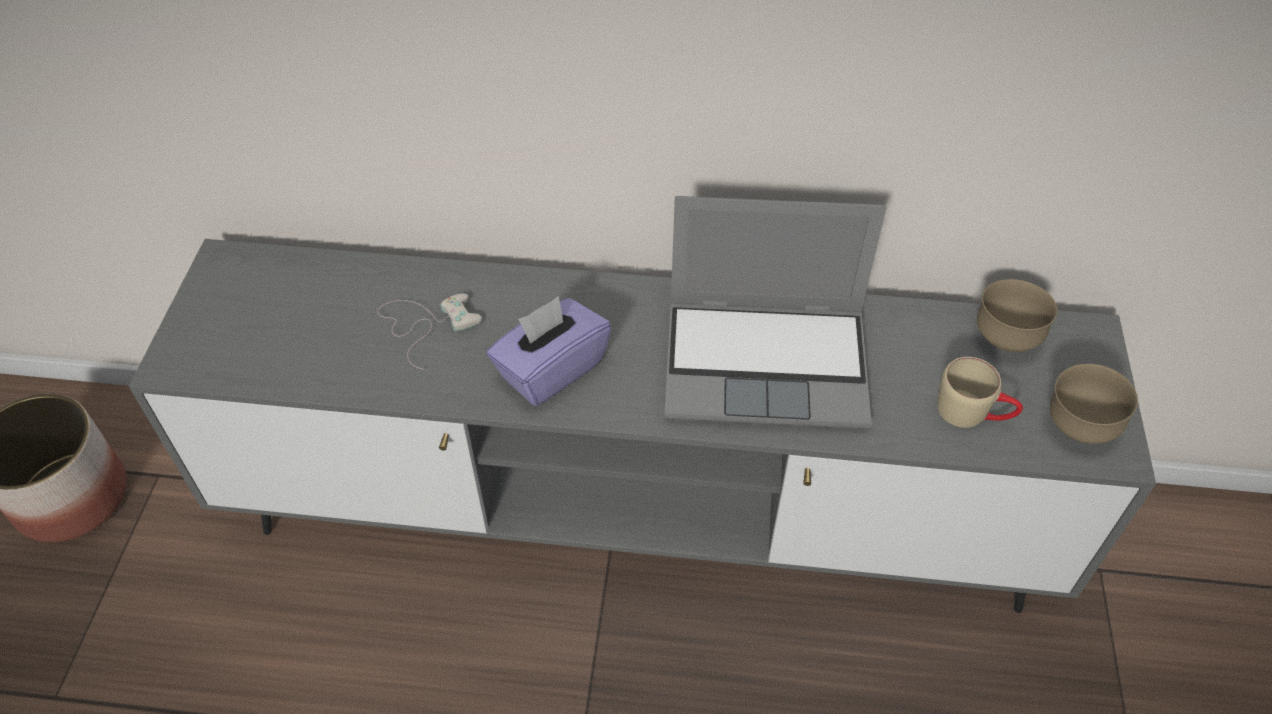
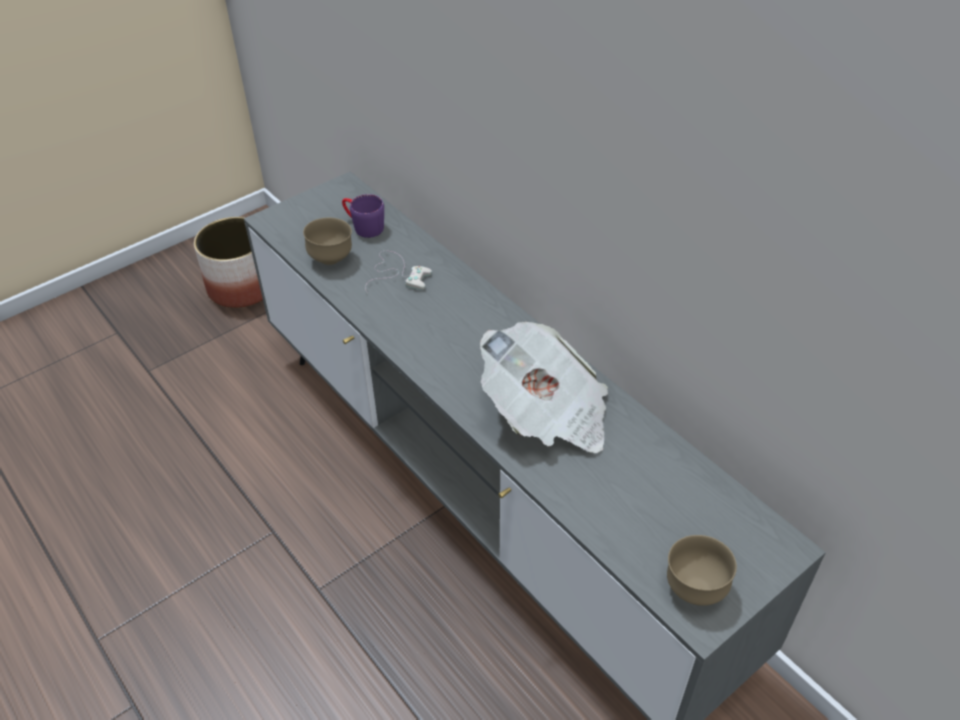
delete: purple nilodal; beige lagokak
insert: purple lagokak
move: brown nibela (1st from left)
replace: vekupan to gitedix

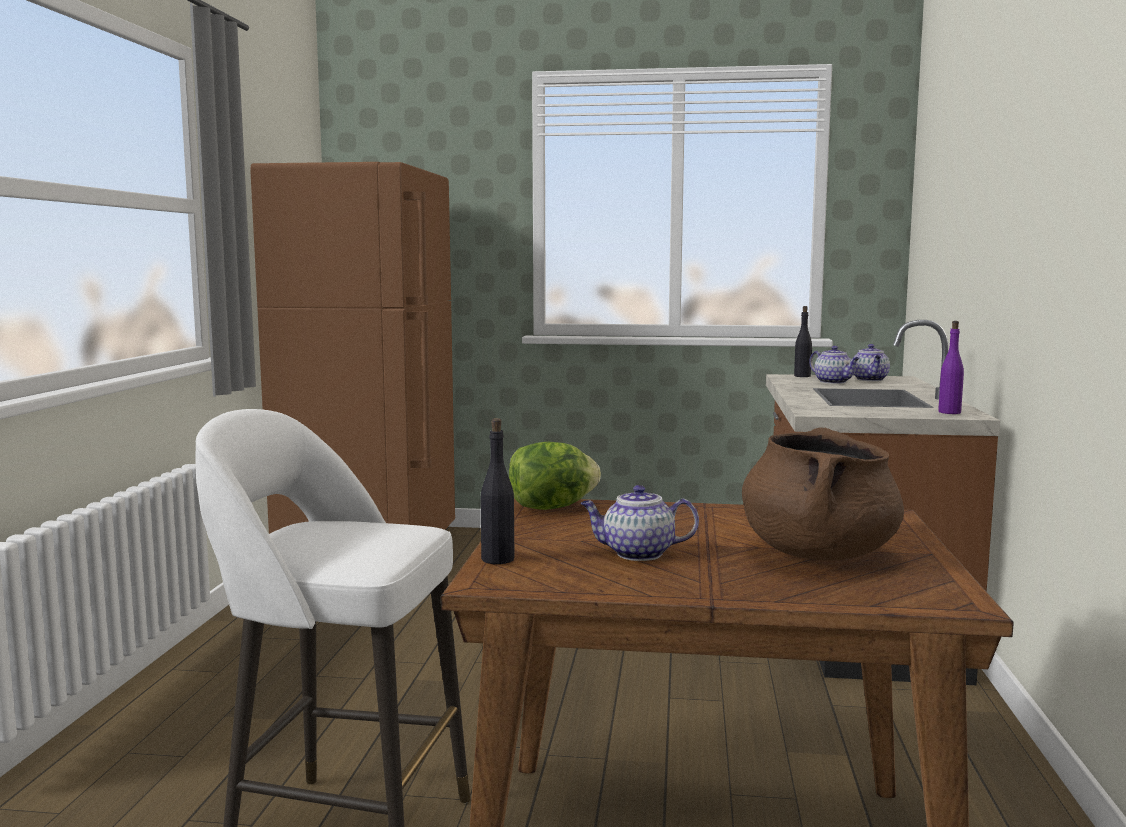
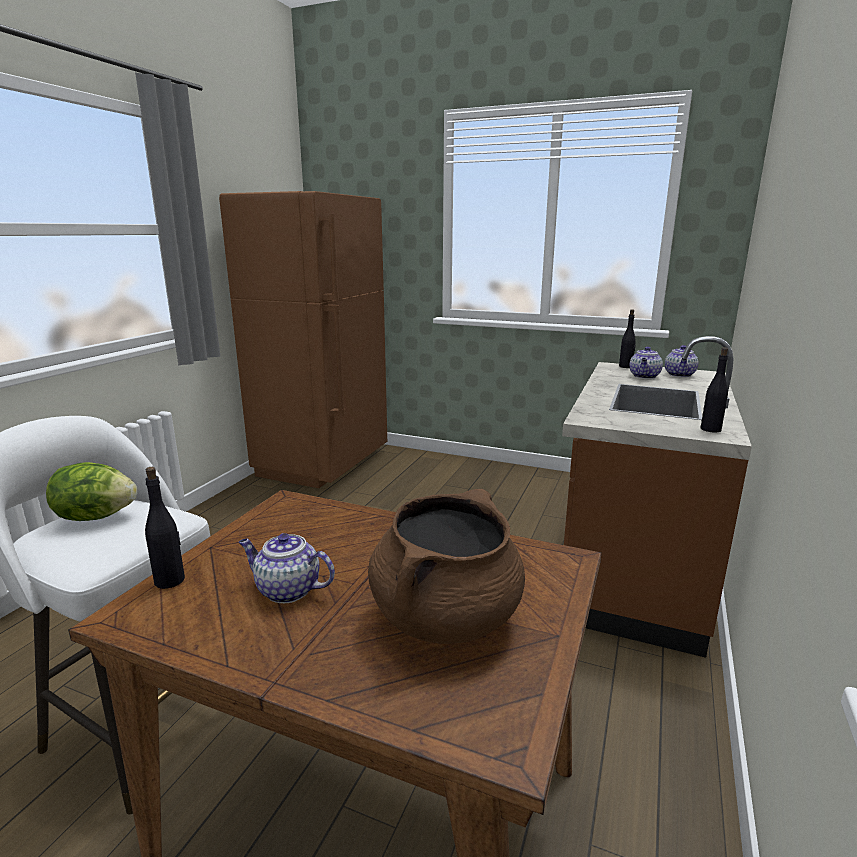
move: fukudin
recolor: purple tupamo to black tupamo (3rd from left)
rotate: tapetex (2nd from left) 45 degrees clockwise

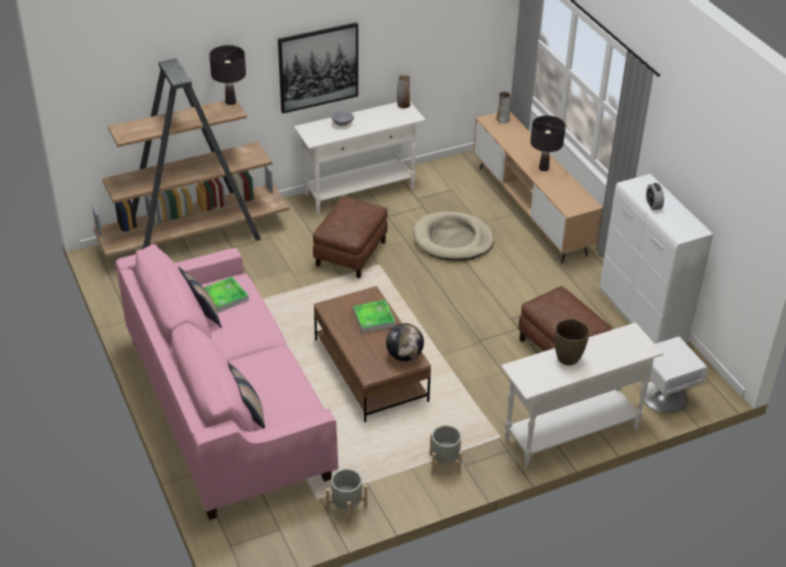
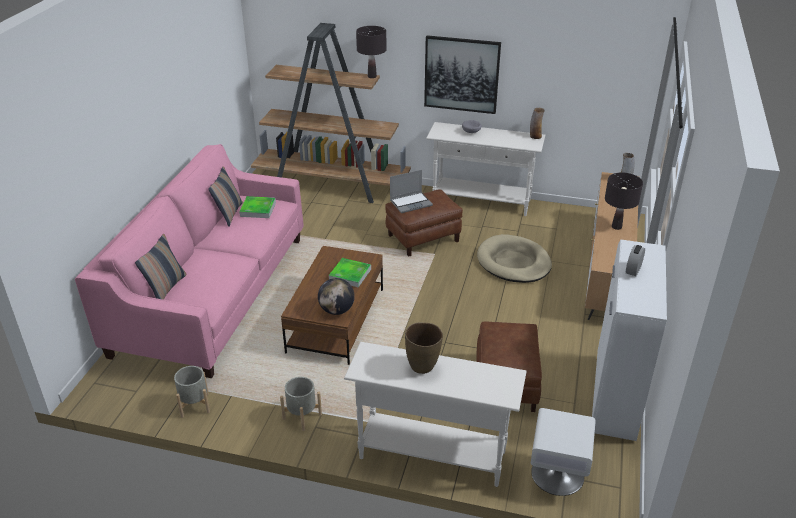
insert: vekupan

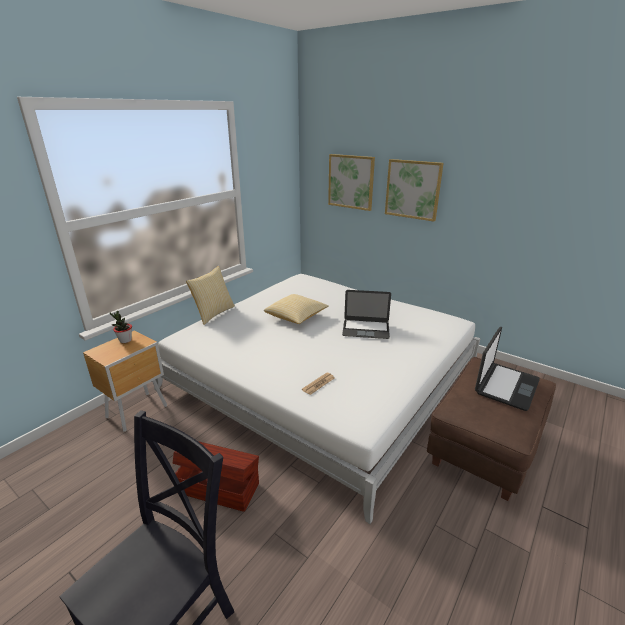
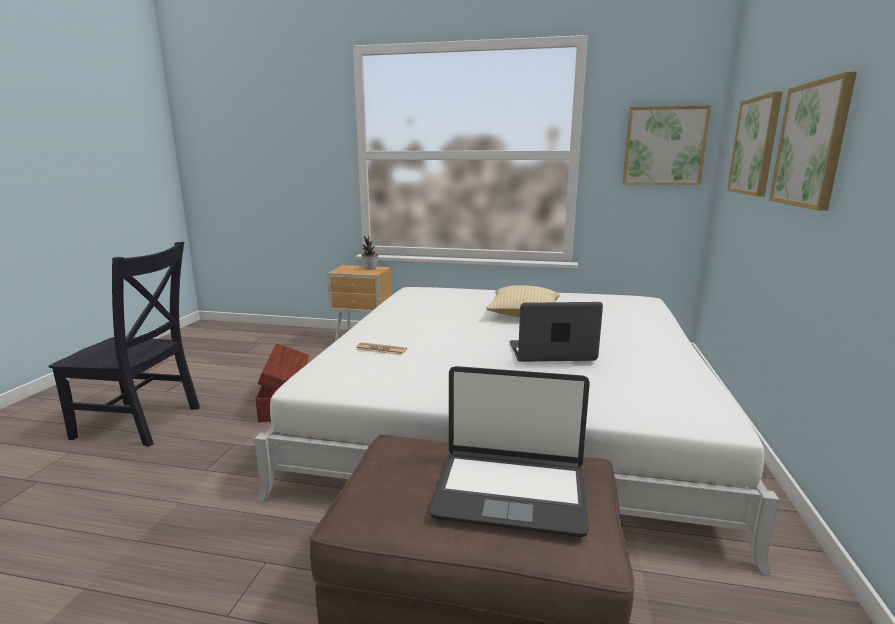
delete: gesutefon (1st from left)
insert: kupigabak (1st from left)
rotate: vekupan (1st from left in the first image) 105 degrees clockwise

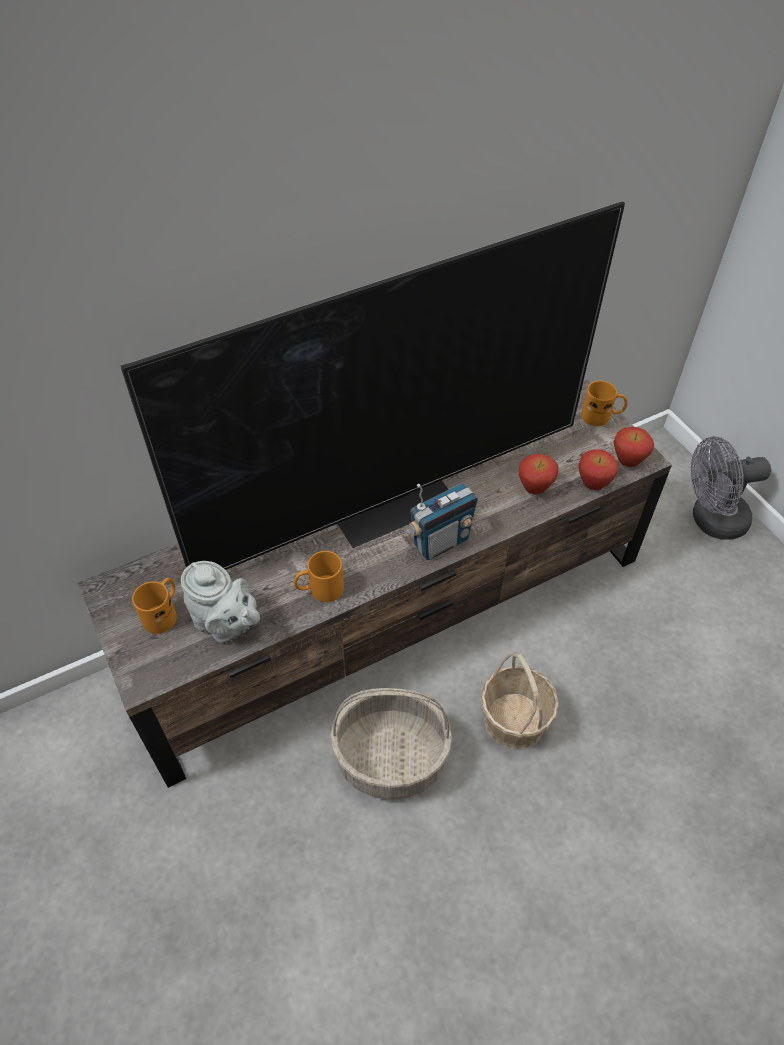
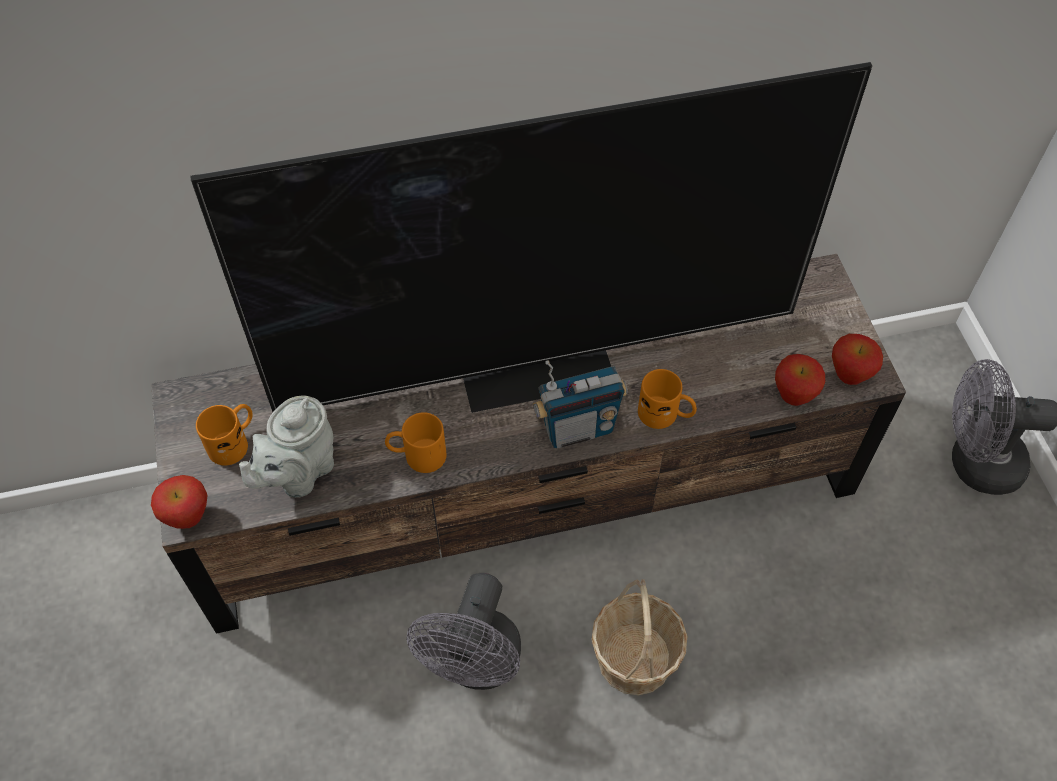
move: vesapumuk (1st from left); orange lagokak (3rd from left)
replace: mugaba (1st from left) to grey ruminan (1st from left)
rotate: grey tapetex 75 degrees clockwise

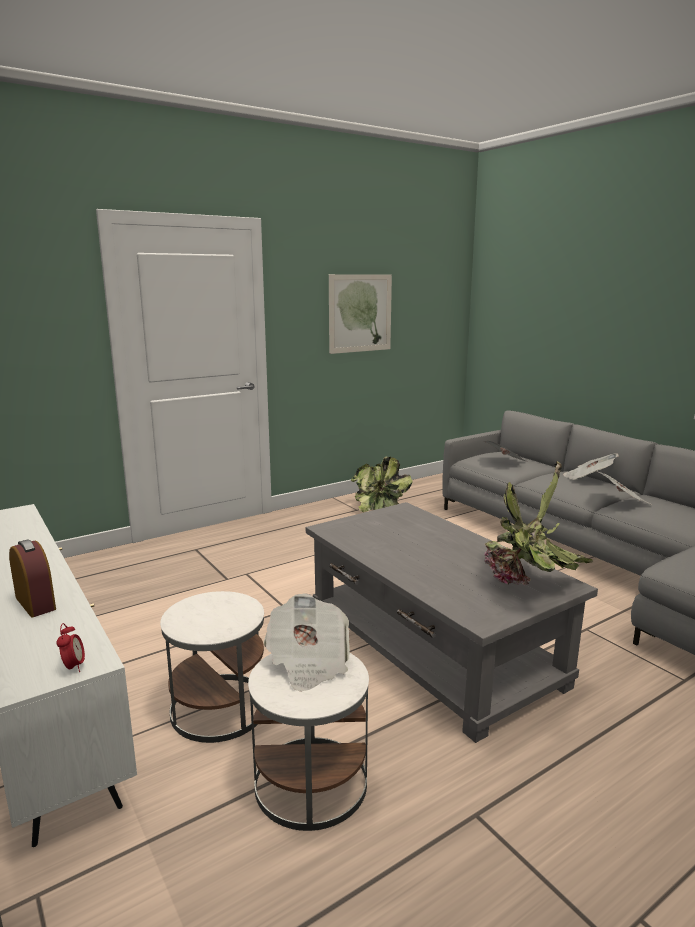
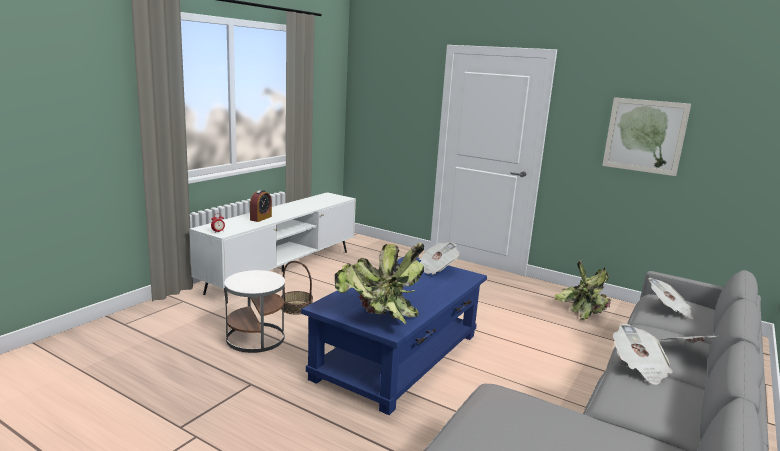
move: gitedix (1st from left)
replace: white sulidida (1st from left) to mugaba
recolor: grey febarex to blue febarex

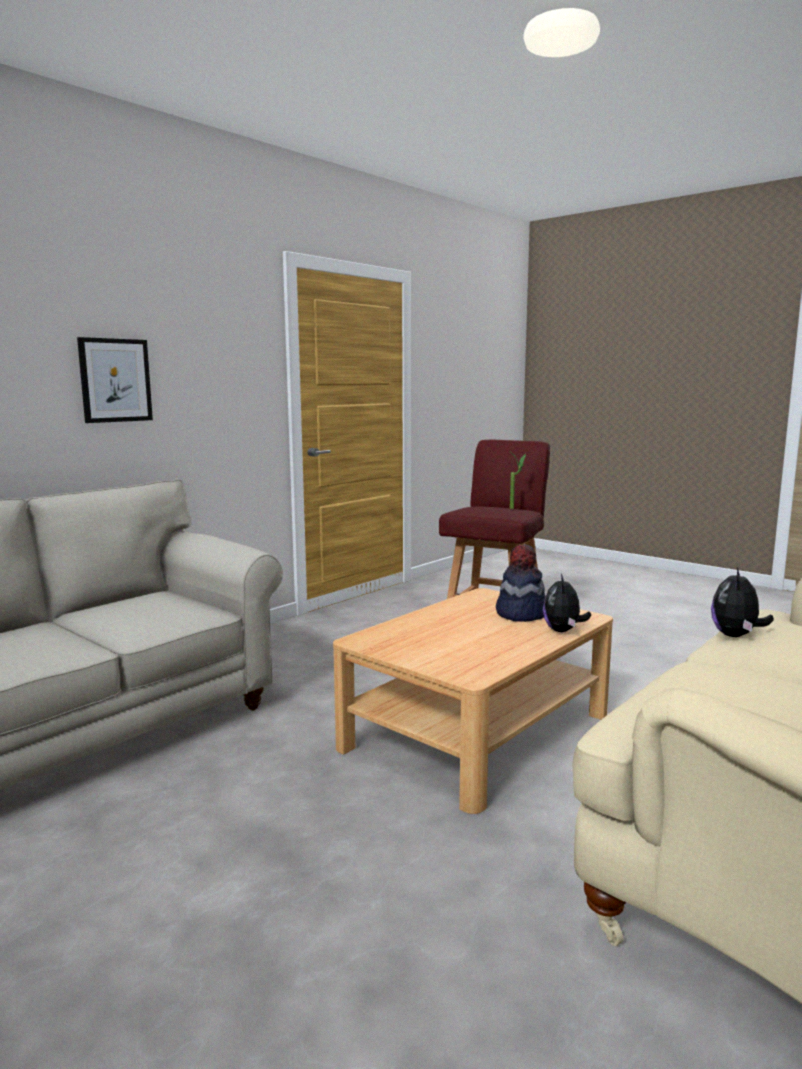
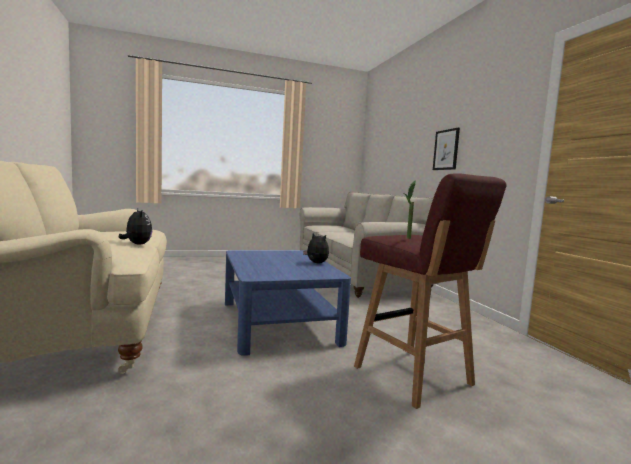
delete: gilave
move: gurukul (1st from left in the first image) to gurukul (2nd from left)
recolor: beige febarex to blue febarex

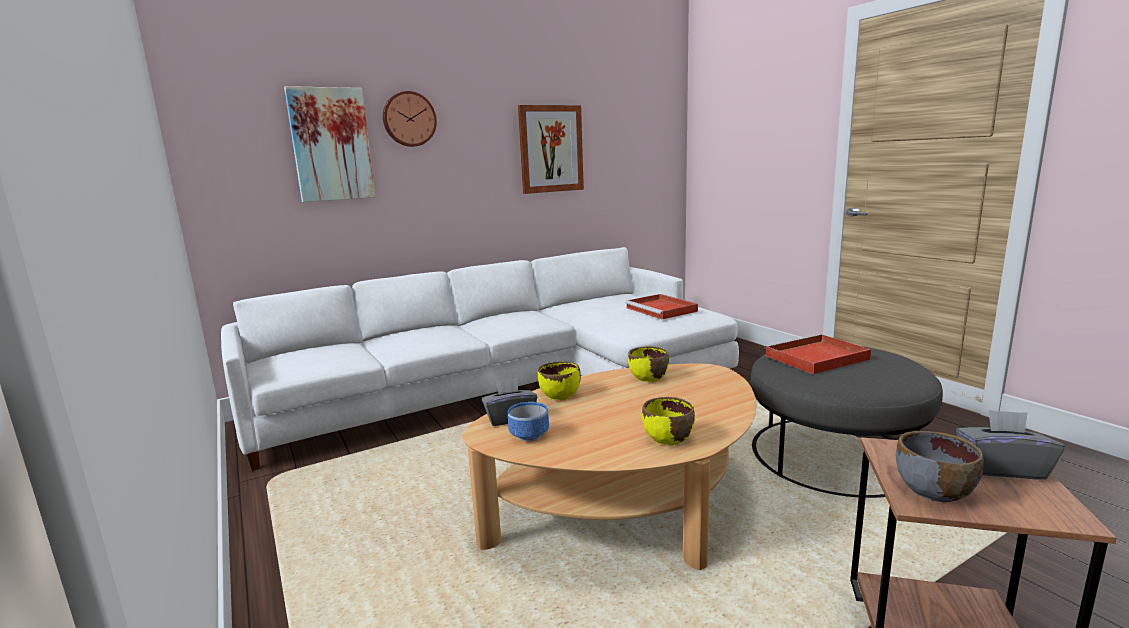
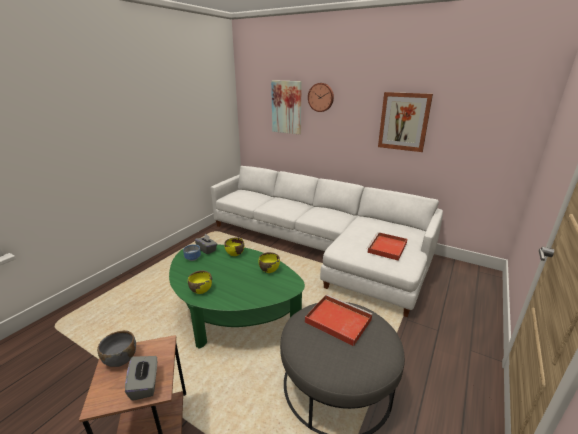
recolor: beige febarex to green febarex

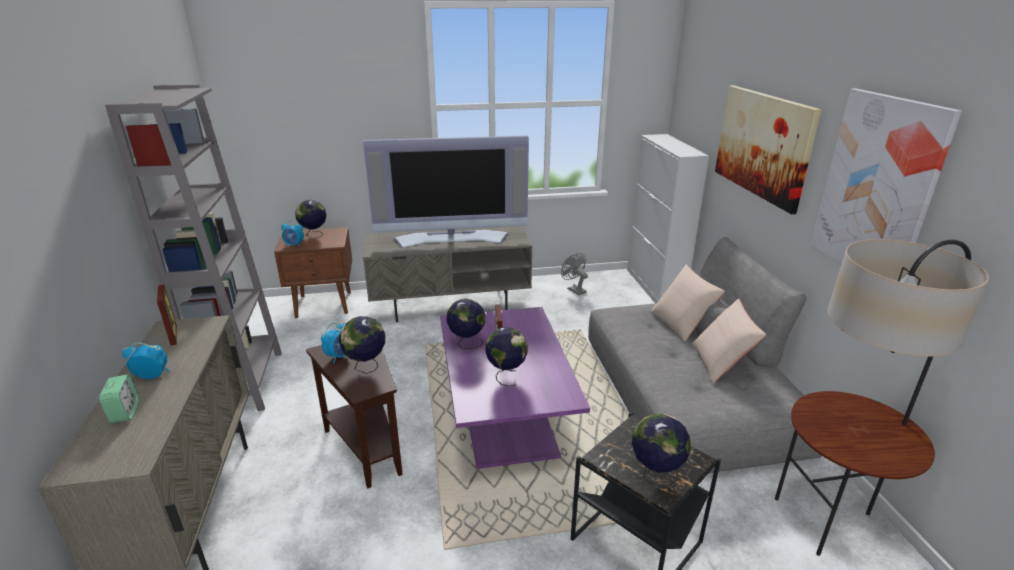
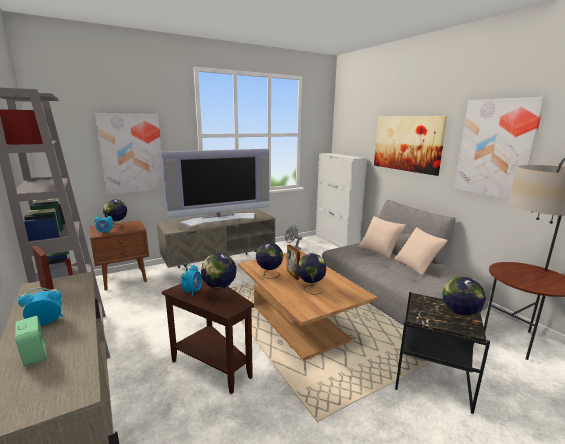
insert: kupigabak (1st from left)
recolor: purple febarex to brown febarex

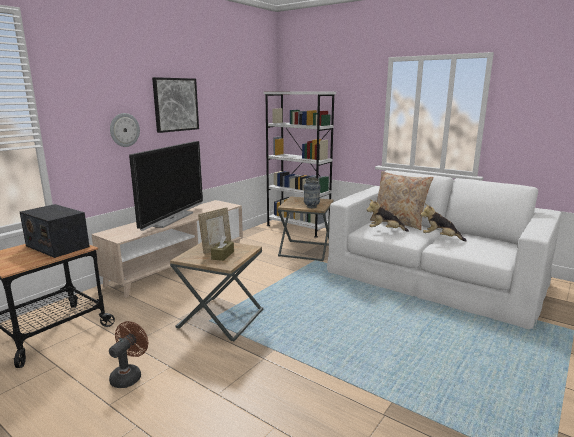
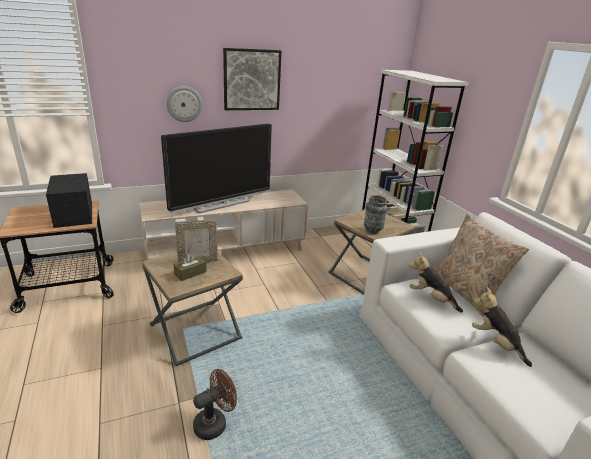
move: brown ruminan

